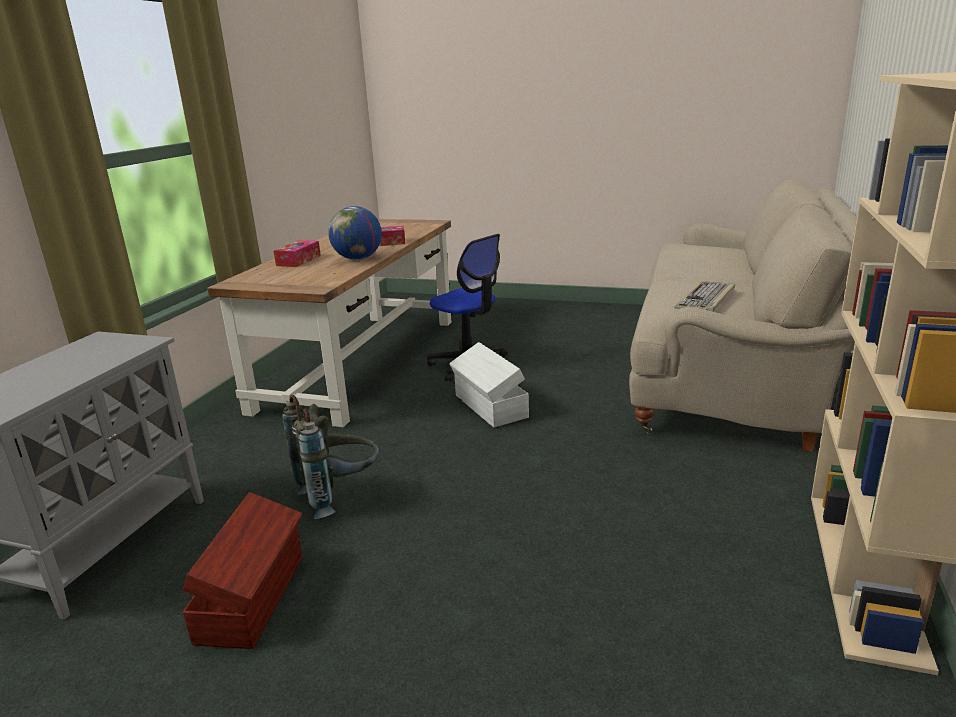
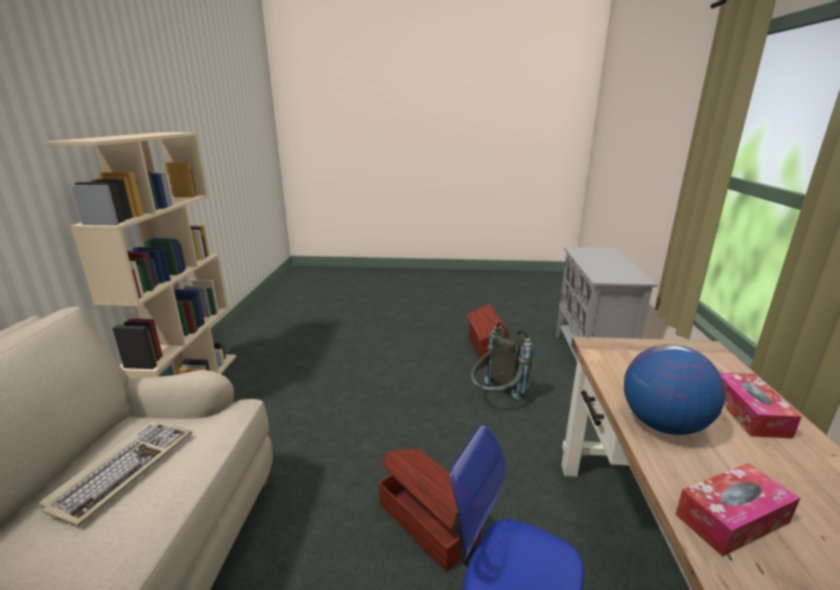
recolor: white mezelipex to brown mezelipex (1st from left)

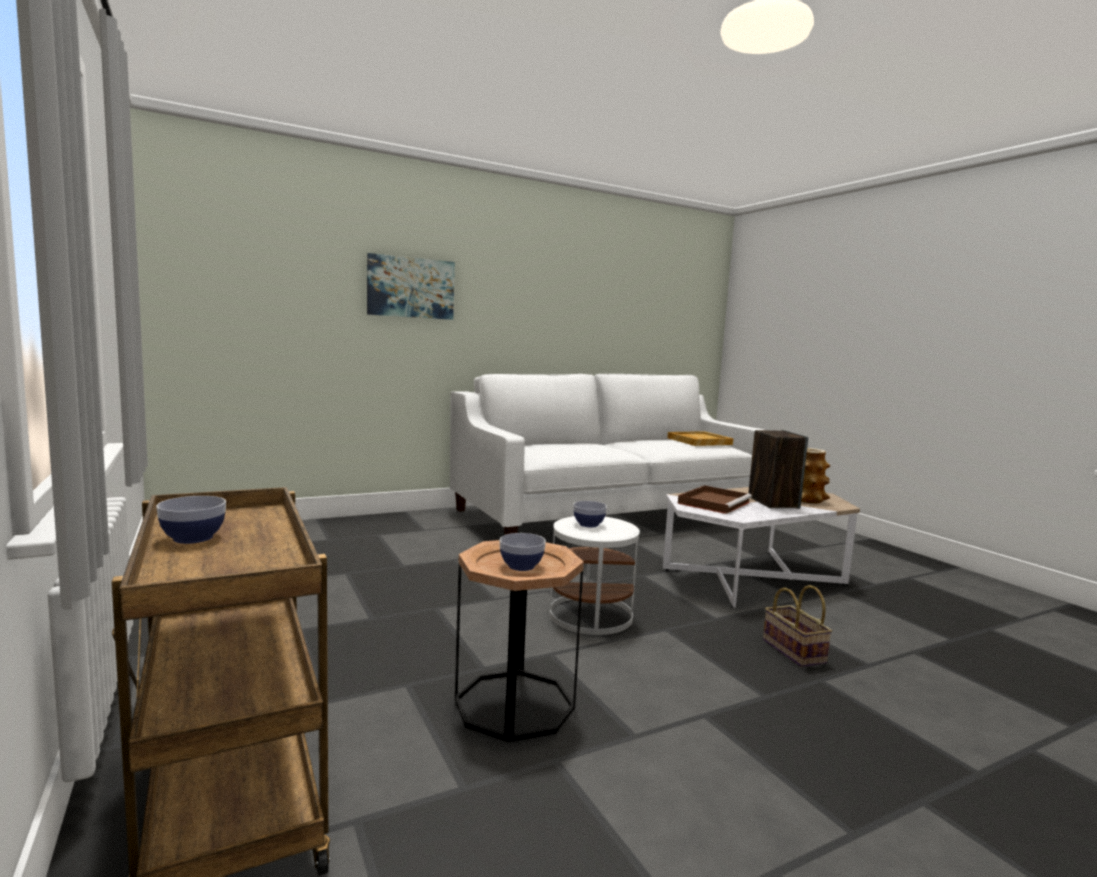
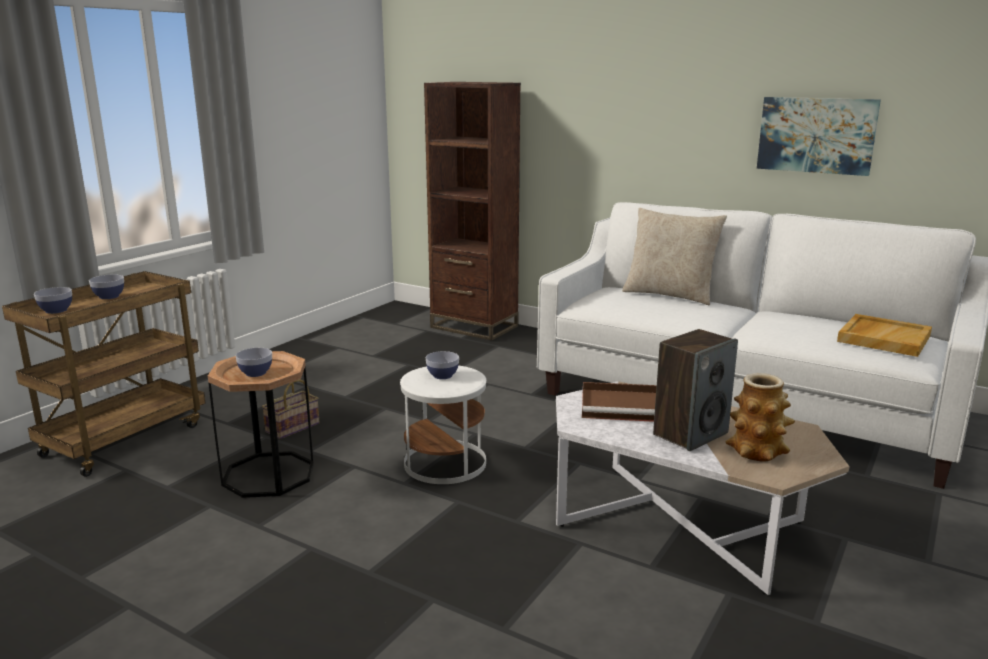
insert: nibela (1st from left); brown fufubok; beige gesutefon
move: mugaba; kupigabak

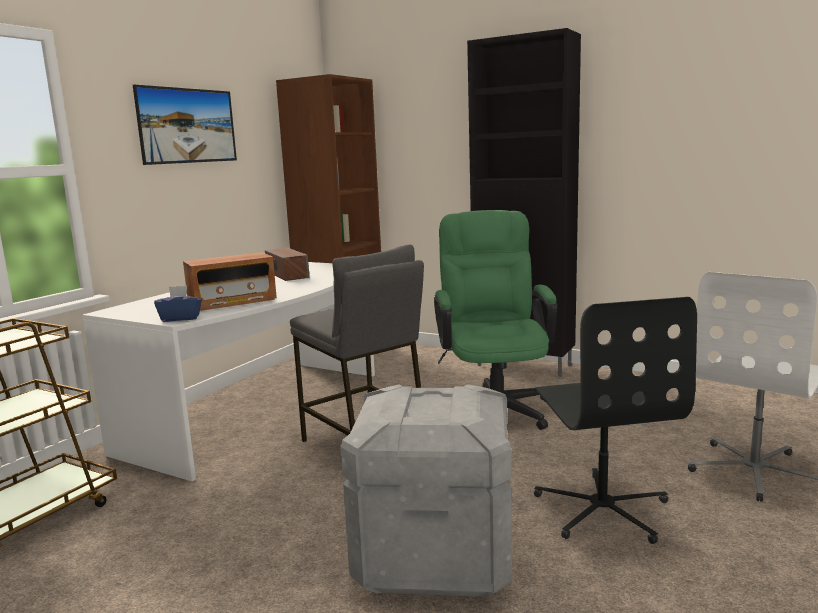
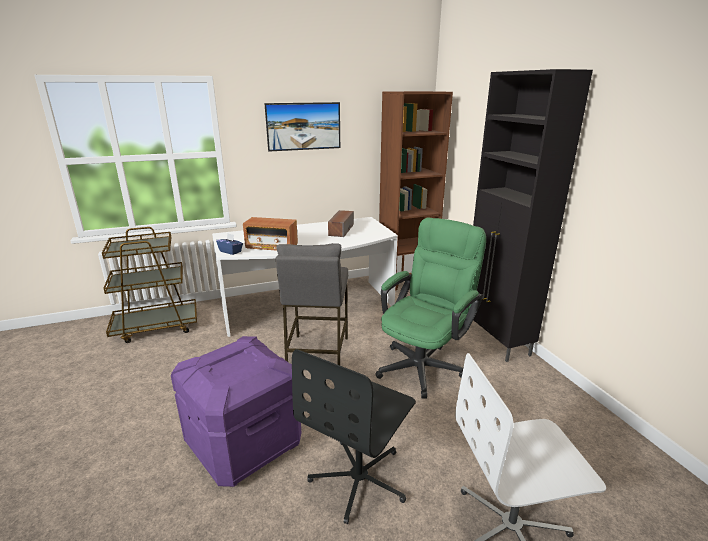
recolor: grey mezelipex to purple mezelipex

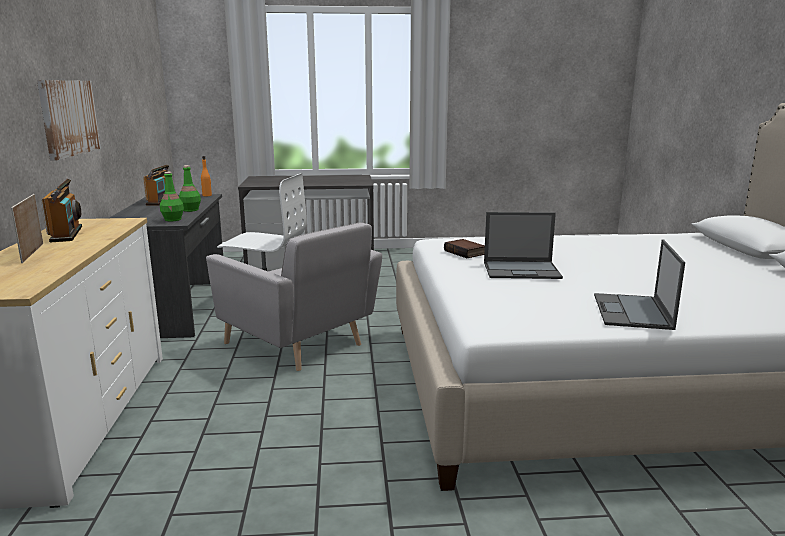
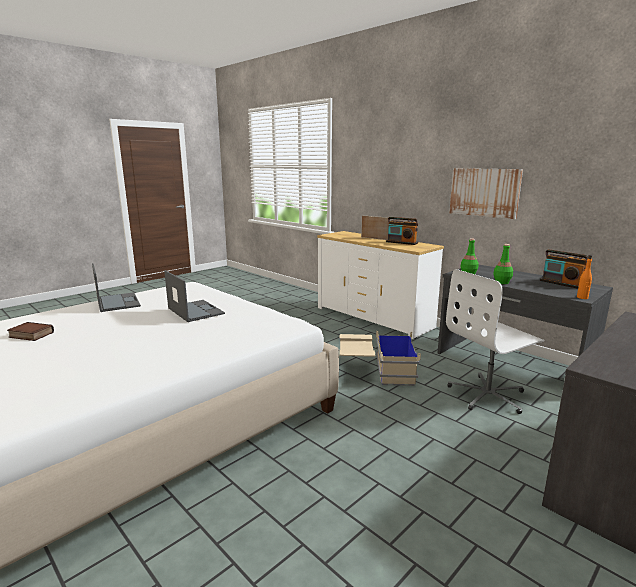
move: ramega
replace: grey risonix to beige mezelipex
rotate: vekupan (1st from left in the first image) 90 degrees clockwise

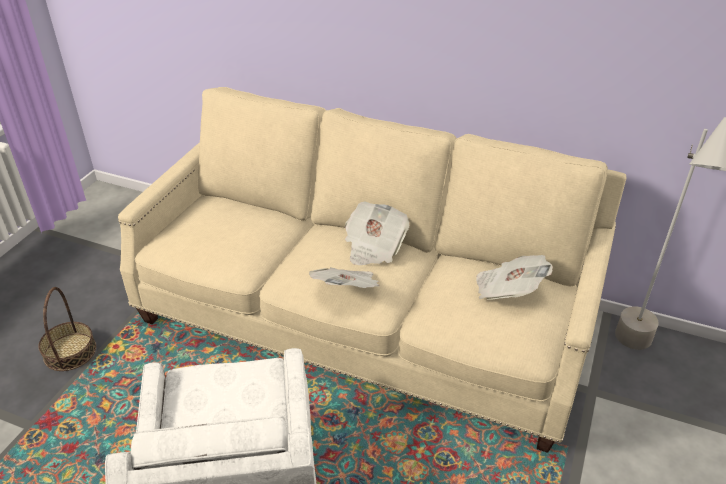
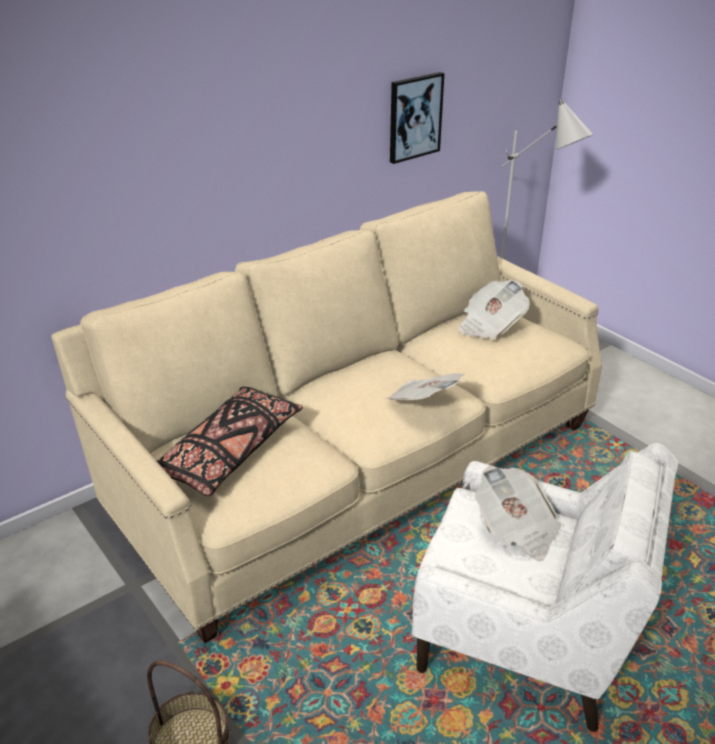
insert: black gesutefon; kupigabak
move: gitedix (2nd from left in the first image) to gitedix (3rd from left)

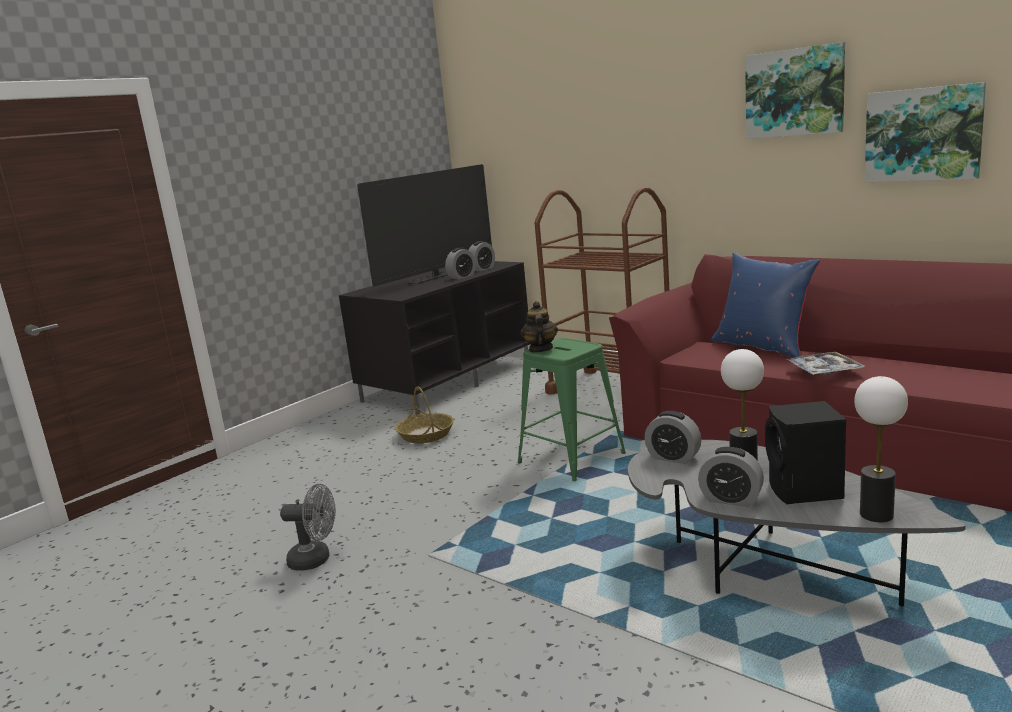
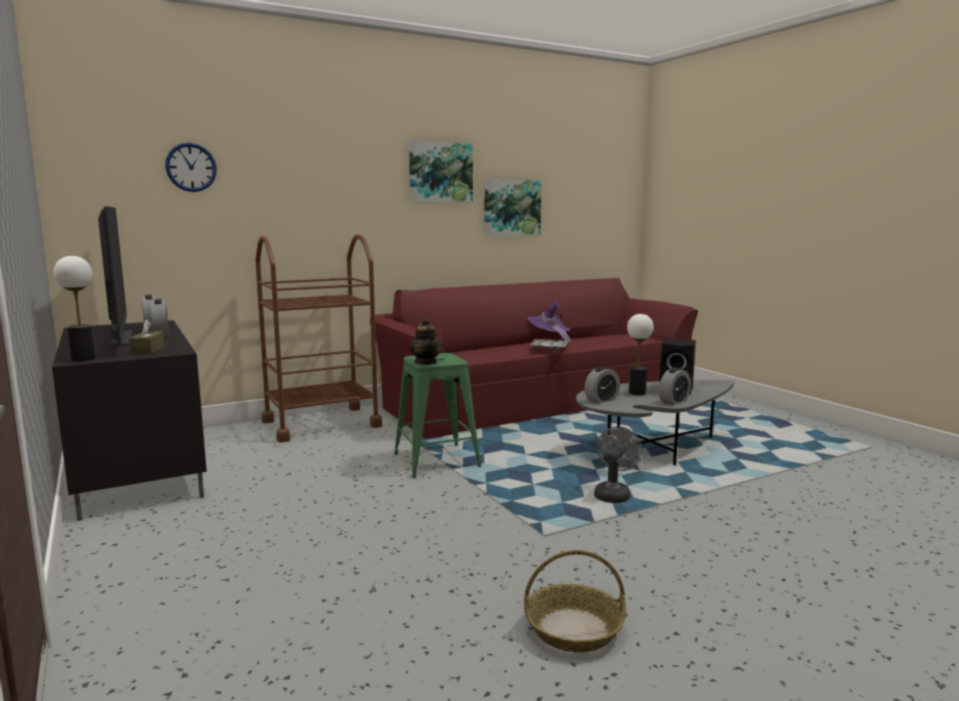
delete: blue gesutefon
insert: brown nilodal; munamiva; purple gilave
move: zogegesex (2nd from left in the first image) to zogegesex (1st from left); mugaba; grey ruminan
rotate: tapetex 135 degrees counterclockwise

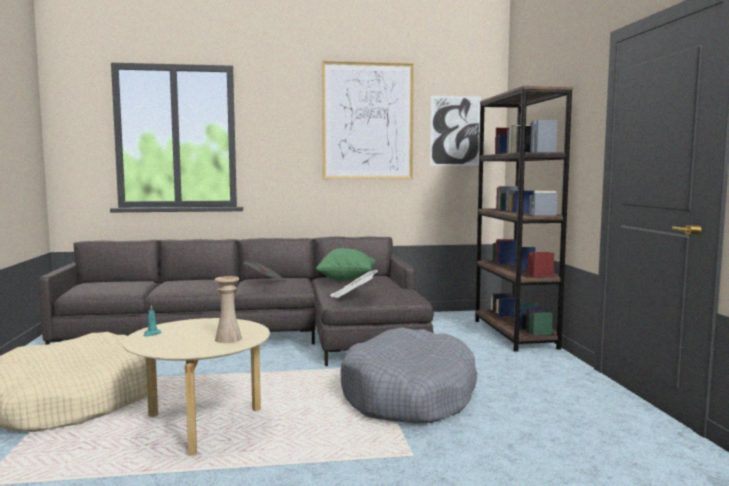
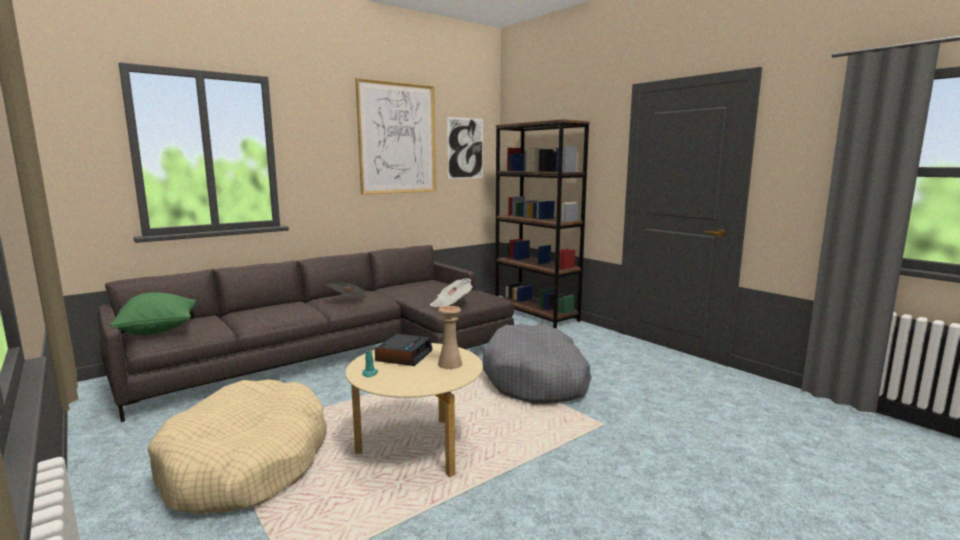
insert: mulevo
move: green gesutefon

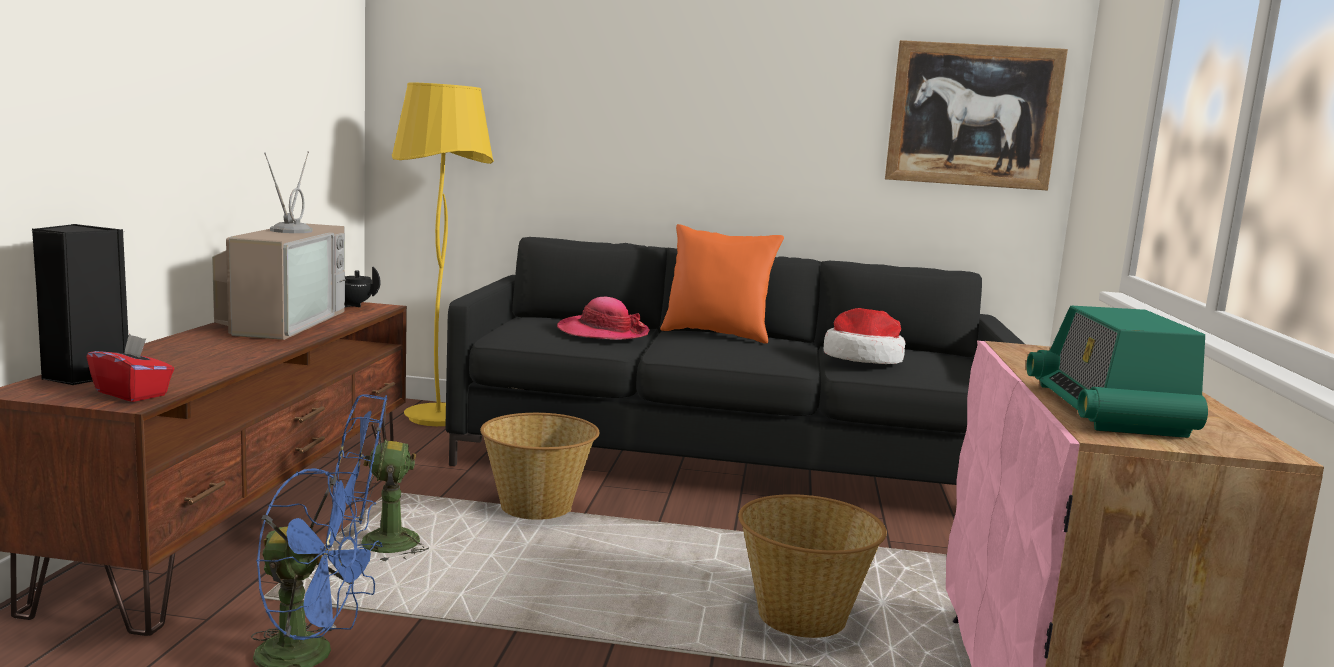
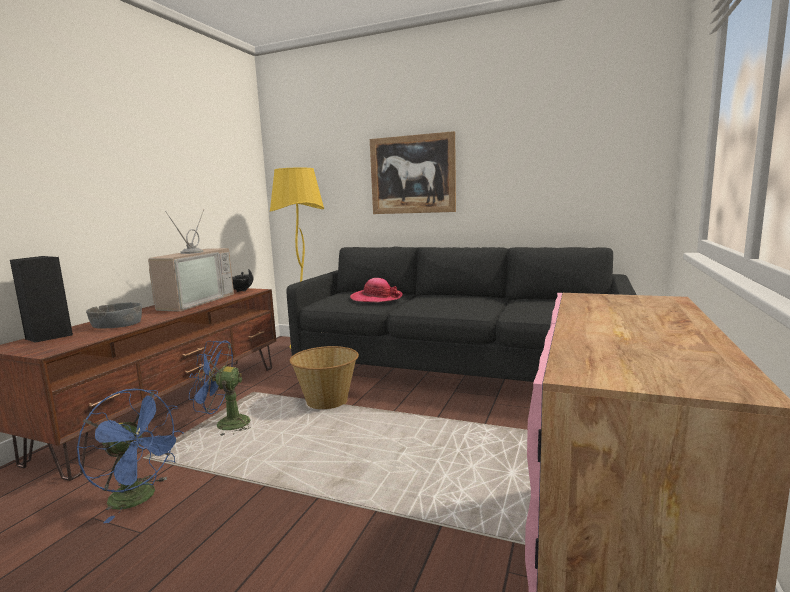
delete: red nilodal; orange gesutefon; mugaba (2nd from left); gilave (2nd from left); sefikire
insert: grey nibela
move: kupigabak

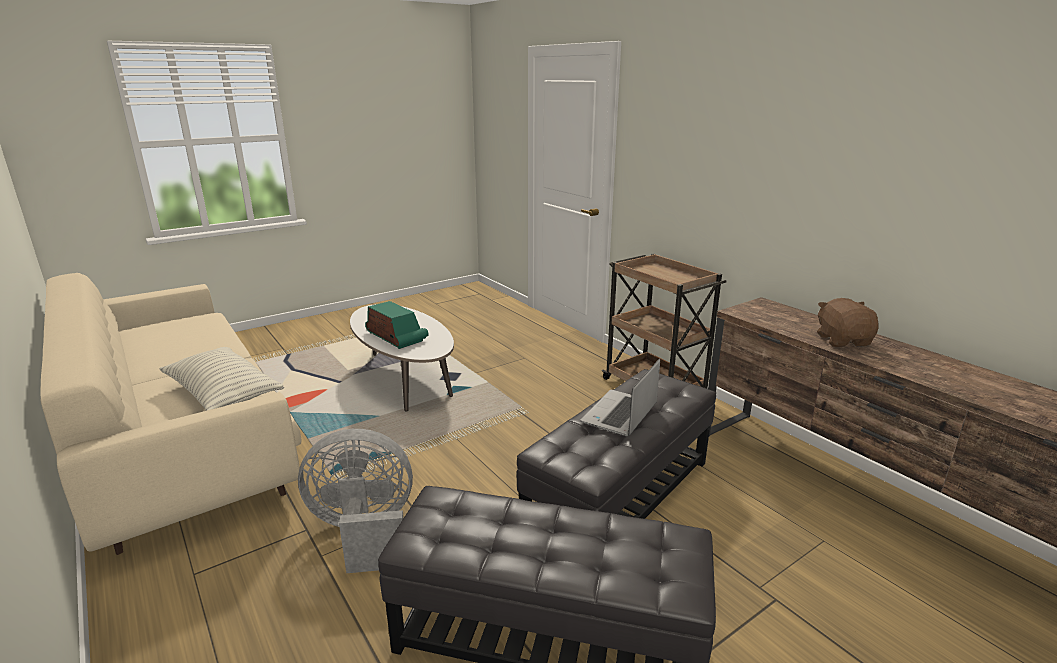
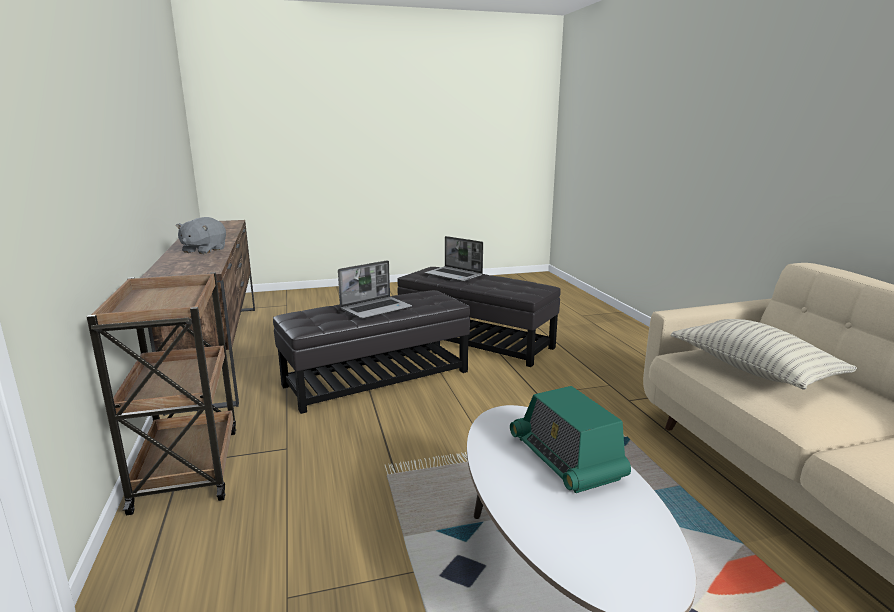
delete: grey ruminan
insert: vekupan (2nd from left)
recolor: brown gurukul to grey gurukul

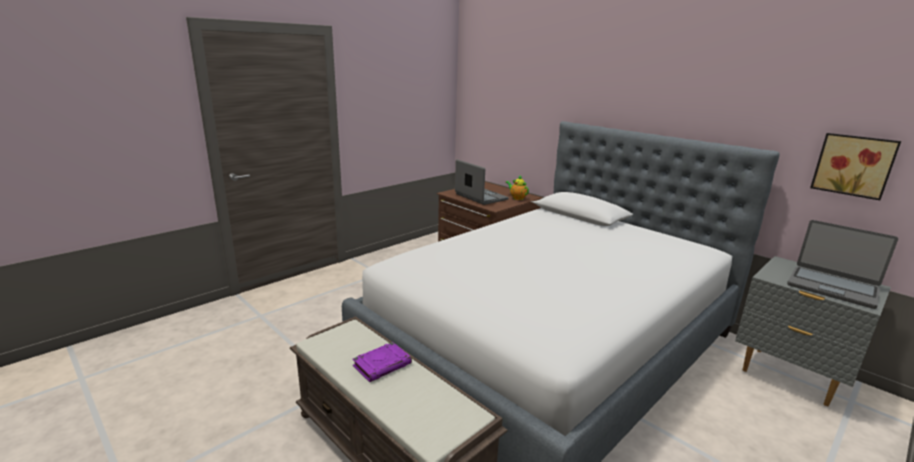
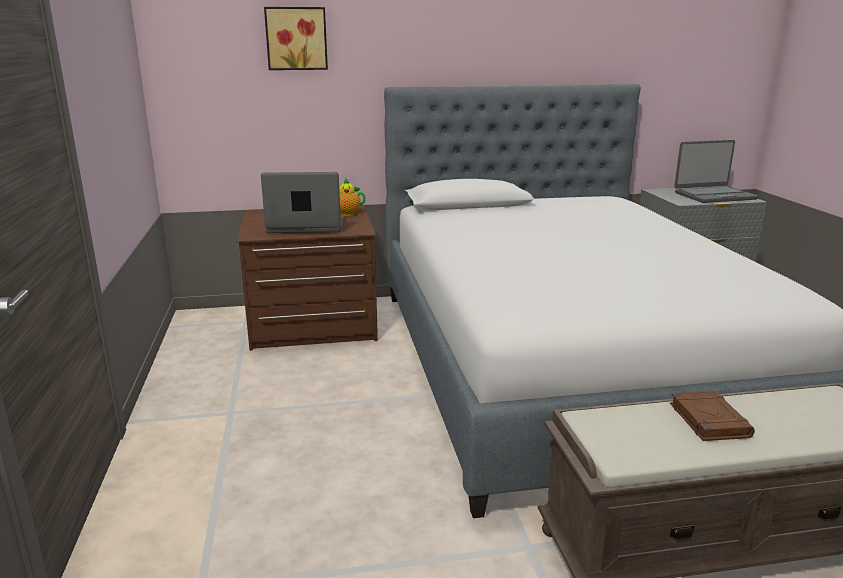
move: kupigabak
recolor: purple ramega to brown ramega

